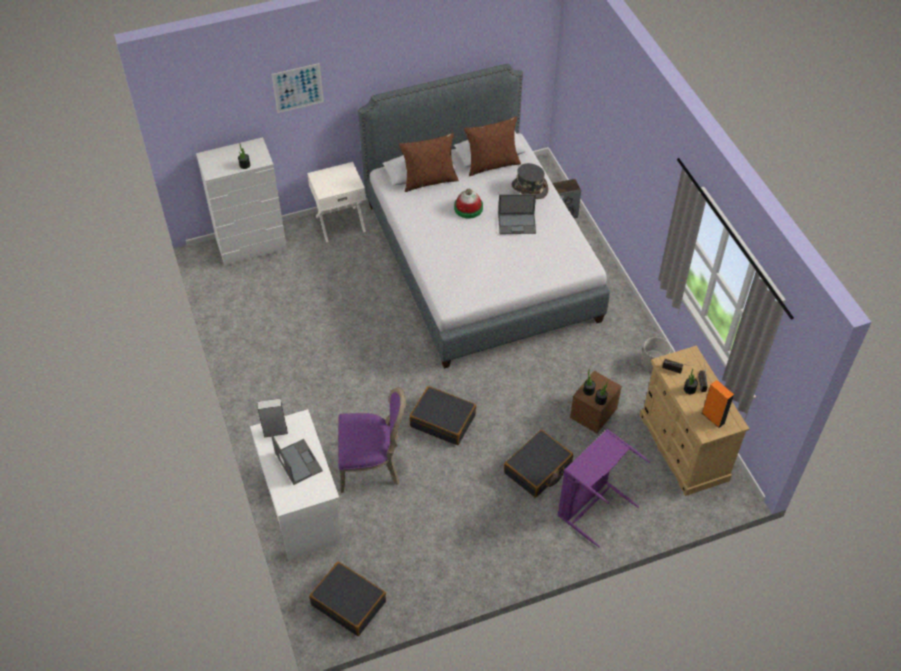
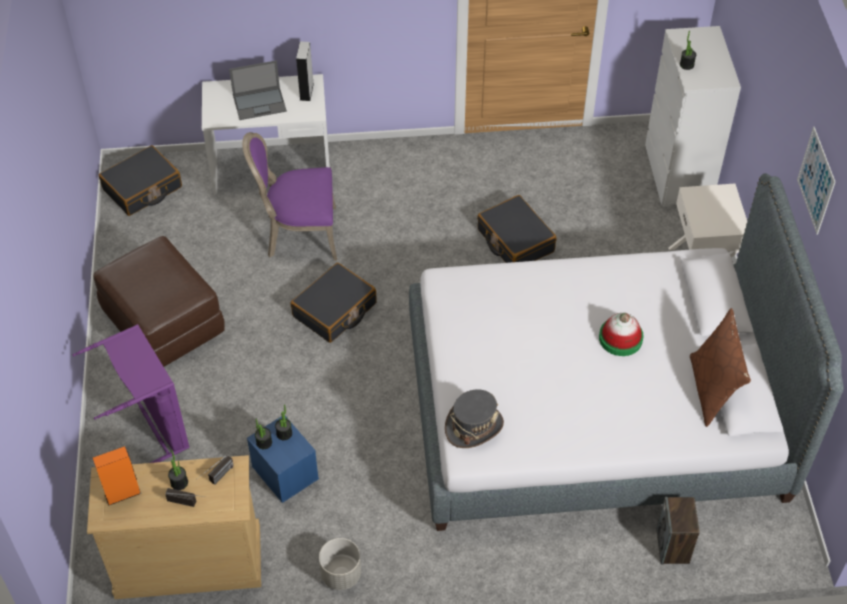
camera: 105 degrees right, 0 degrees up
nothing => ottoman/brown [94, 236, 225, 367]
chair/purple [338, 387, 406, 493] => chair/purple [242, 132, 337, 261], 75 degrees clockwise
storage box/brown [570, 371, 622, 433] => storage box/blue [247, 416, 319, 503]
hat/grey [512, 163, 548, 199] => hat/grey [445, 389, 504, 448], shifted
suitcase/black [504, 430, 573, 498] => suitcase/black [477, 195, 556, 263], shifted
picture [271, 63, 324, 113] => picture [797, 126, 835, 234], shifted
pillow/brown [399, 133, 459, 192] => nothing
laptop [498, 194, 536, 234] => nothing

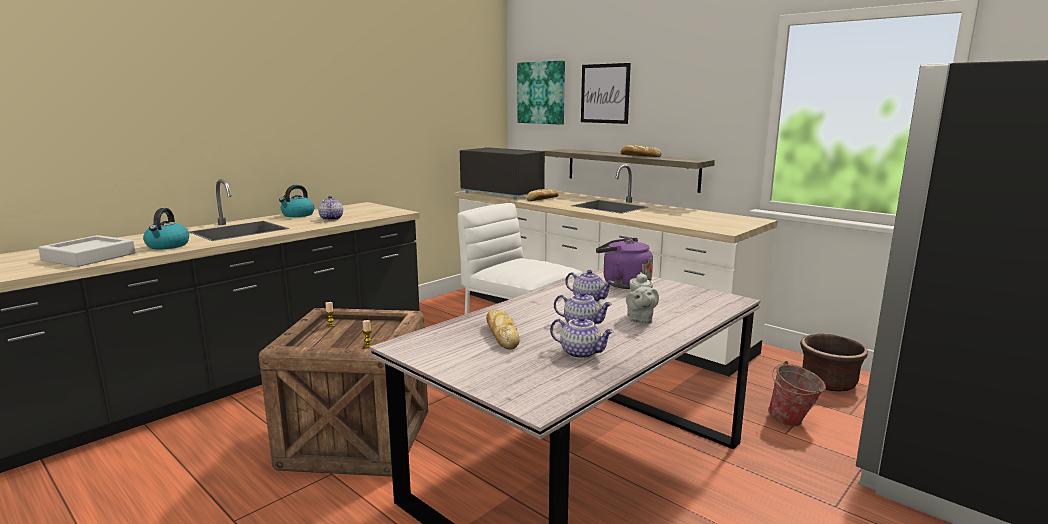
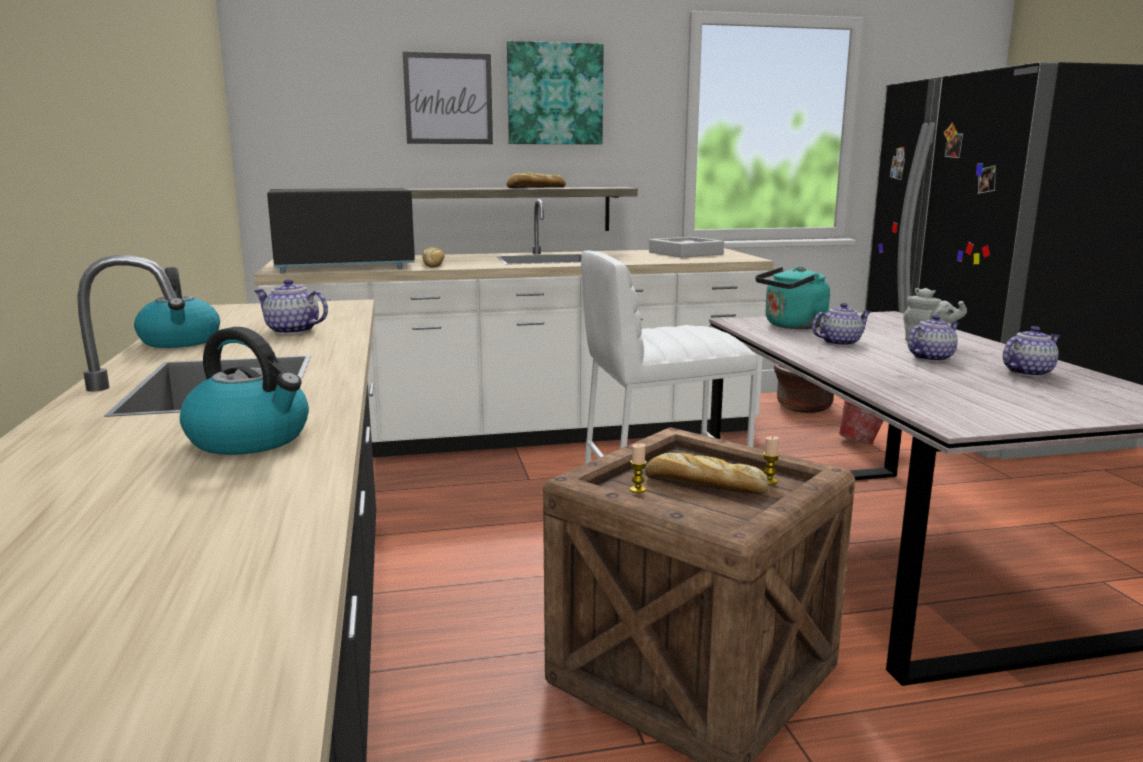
camera: 55 degrees left, 0 degrees up
picture [517, 60, 565, 125] => picture [507, 41, 604, 145], shifted
bread [486, 310, 520, 350] => bread [645, 453, 769, 494], shifted
tray/grey [38, 235, 136, 267] => tray/grey [649, 237, 724, 257], shifted
kettle/purple [596, 238, 653, 289] => kettle/turquoise [755, 266, 830, 329]

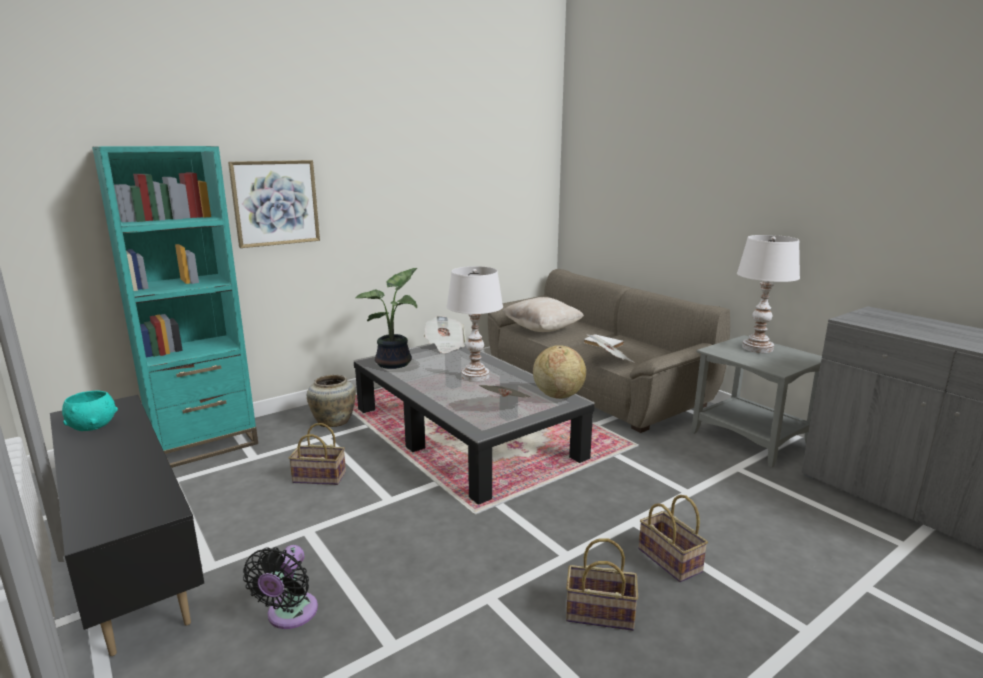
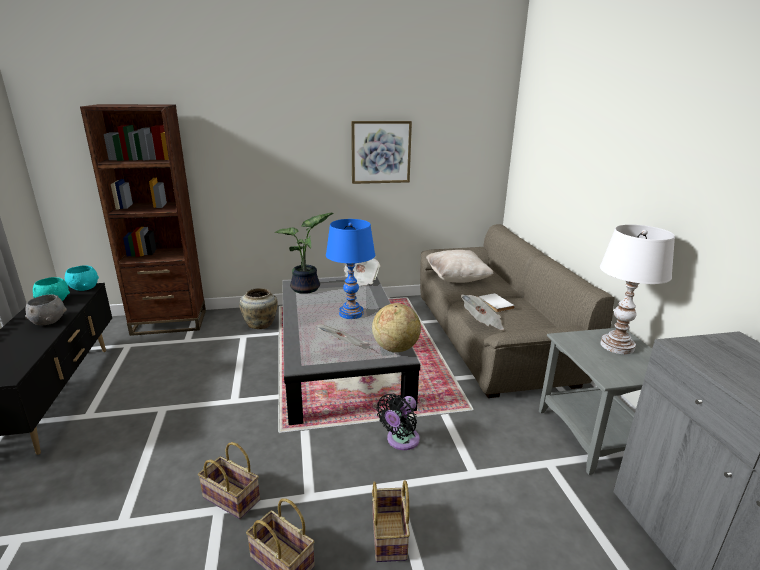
camera: 25 degrees right, 5 degrees up
nothing => bowl/grey [25, 295, 67, 325]
nothing => bowl/turquoise [65, 265, 99, 291]
bookcase/turquoise [92, 146, 258, 468] => bookcase/brown [80, 104, 206, 336]
basket [289, 423, 346, 485] => basket [198, 442, 260, 519], shifted
table lamp/white [446, 266, 503, 382] => table lamp/blue [326, 219, 375, 319]
picture [228, 160, 320, 248] => picture [351, 121, 412, 184], shifted
fan/black [243, 545, 318, 629] => fan/black [376, 394, 420, 450], shifted

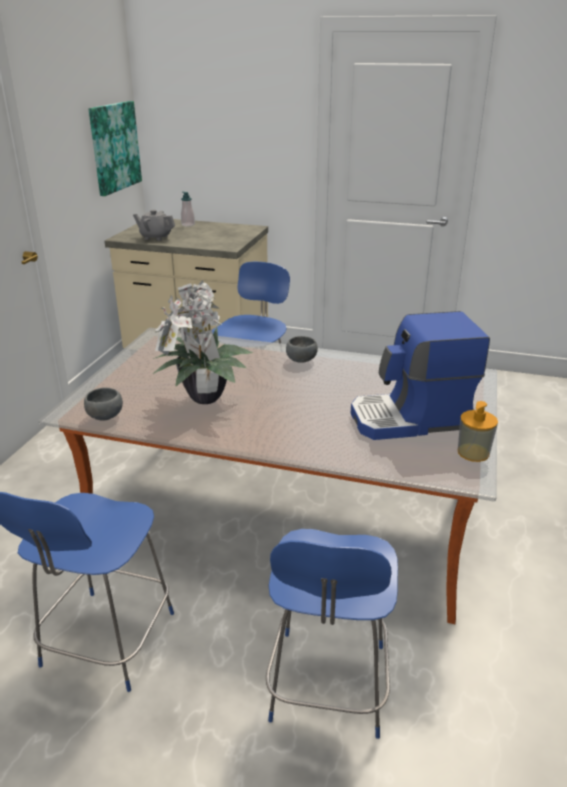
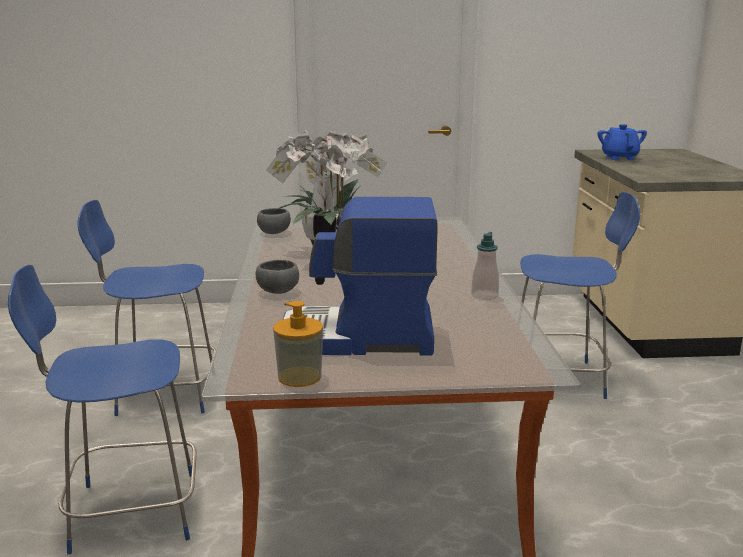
camera: 70 degrees right, 10 degrees down
bowl/grey [286, 336, 318, 363] => bowl/grey [256, 260, 299, 294], shifted
coffee machine [351, 311, 490, 440] => coffee machine [283, 197, 438, 356], 60 degrees counterclockwise
soap dispenser [181, 192, 195, 227] => soap dispenser [471, 232, 499, 300], shifted
teapot/grey [133, 210, 175, 241] => teapot/blue [598, 124, 647, 160]
picture [89, 101, 142, 196] => nothing

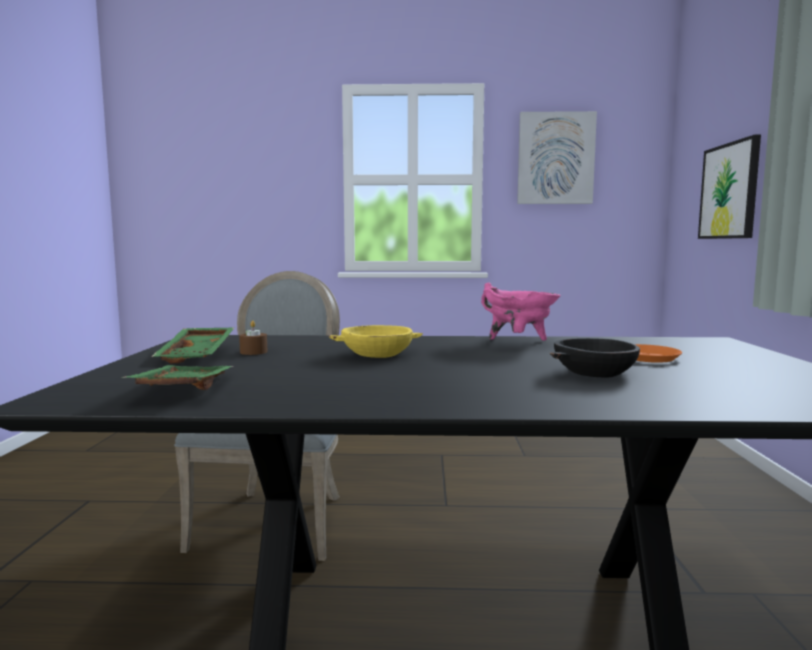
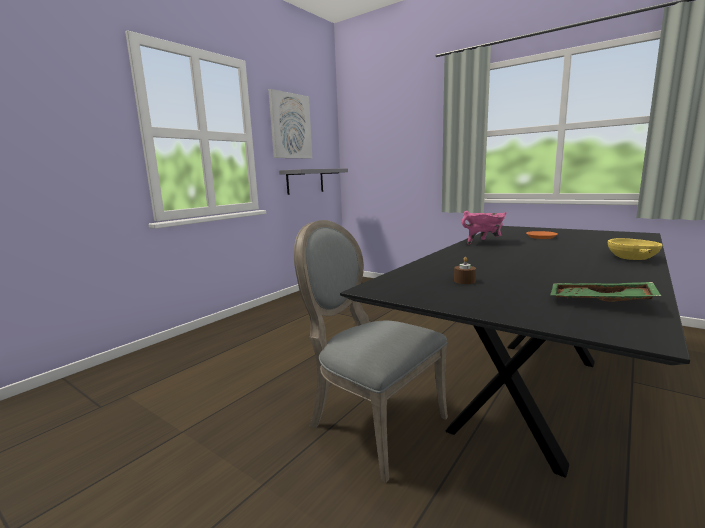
camera: 55 degrees left, 5 degrees up
nothing => shelf/grey [279, 168, 348, 195]
bowl/yellow [328, 325, 423, 358] => bowl/yellow [608, 238, 663, 260], shifted
tray/green [151, 327, 235, 363] => nothing
bowl/black [550, 338, 640, 378] => nothing
picture [698, 135, 761, 239] => nothing

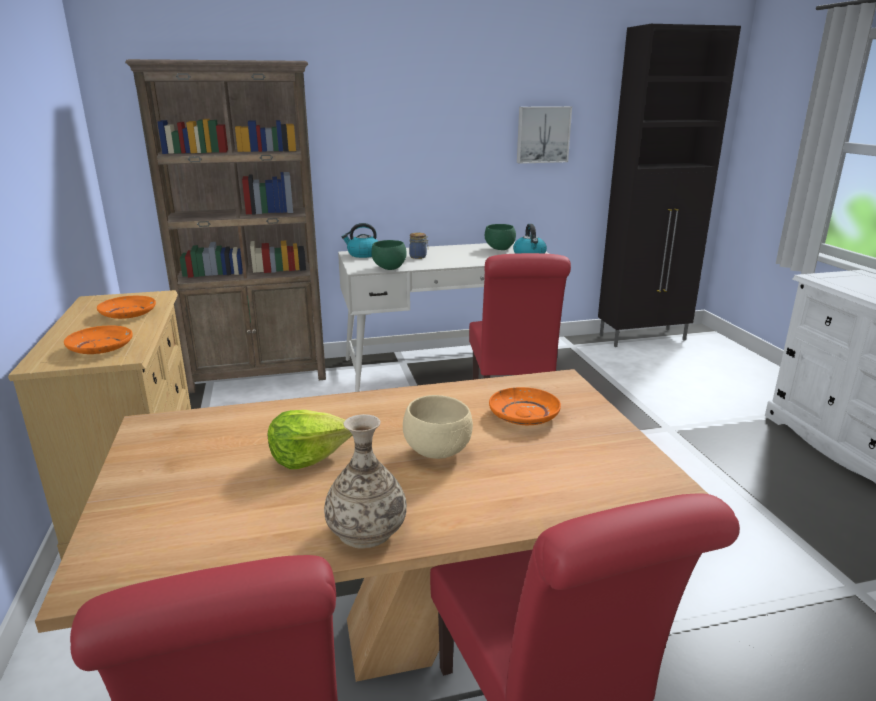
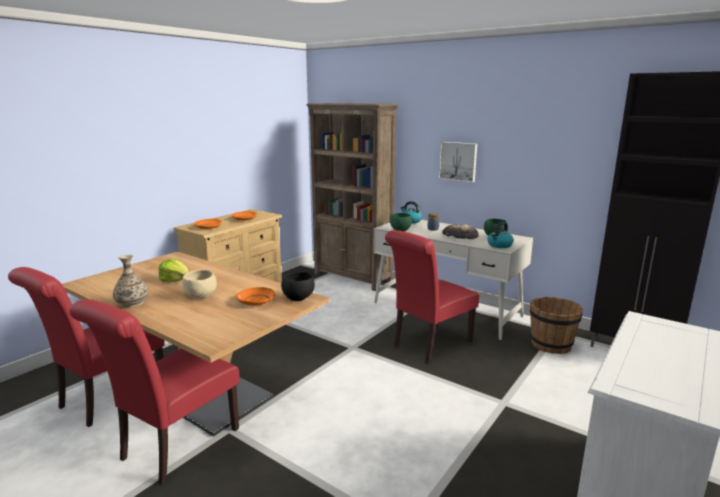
camera: 50 degrees right, 5 degrees down
nothing => bowl/black [281, 272, 315, 301]
picture [517, 106, 572, 164] => picture [439, 142, 477, 183], shifted
nothing => bread [442, 224, 479, 239]
nothing => bucket/brown [530, 297, 583, 354]

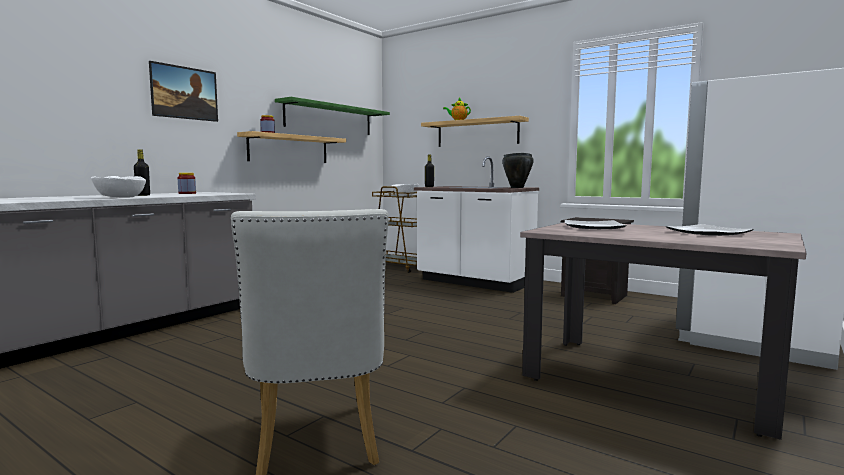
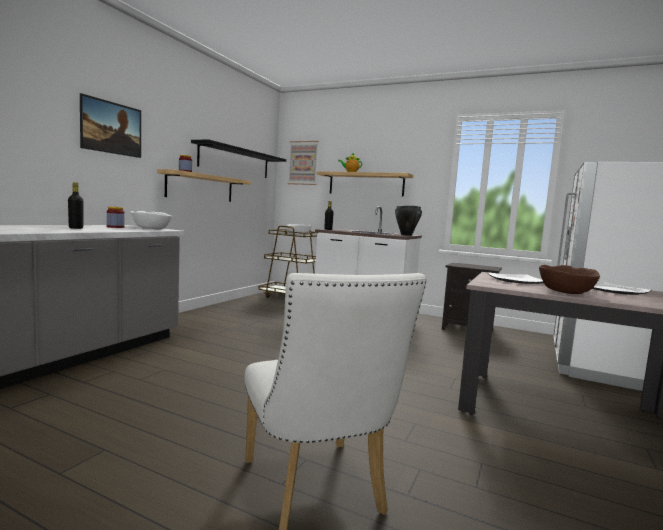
camera: 10 degrees left, 0 degrees up
bowl/white [91, 176, 146, 198] => bowl/white [131, 211, 172, 229], shifted
shelf/green [275, 97, 390, 135] => shelf/black [191, 139, 286, 178]
nothing => picture [288, 141, 319, 185]
nothing => bowl/brown [539, 265, 600, 294]

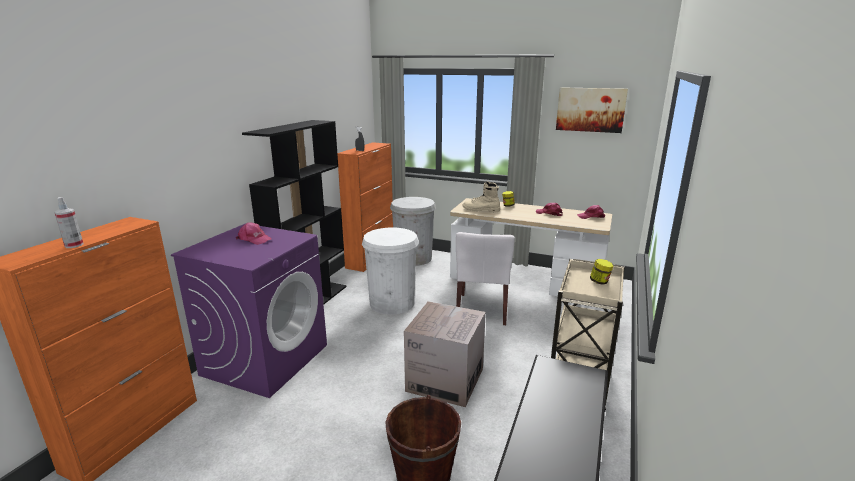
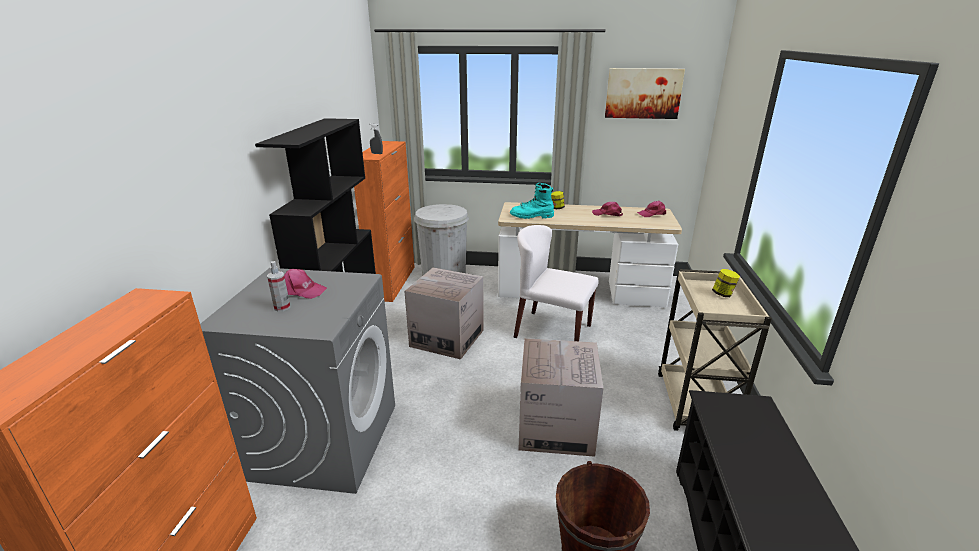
camera: 15 degrees left, 5 degrees up
washing machine/purple [171, 224, 327, 398] => washing machine/grey [200, 268, 395, 494]
spray bottle [54, 197, 83, 248] => spray bottle [267, 261, 290, 312], shifted
trash can/white [362, 228, 419, 314] => cardboard box [404, 268, 484, 360]
boot/beige [462, 181, 500, 213] => boot/turquoise [510, 182, 554, 219]
chair/white [456, 232, 515, 325] => chair/white [514, 225, 598, 341], 120 degrees clockwise

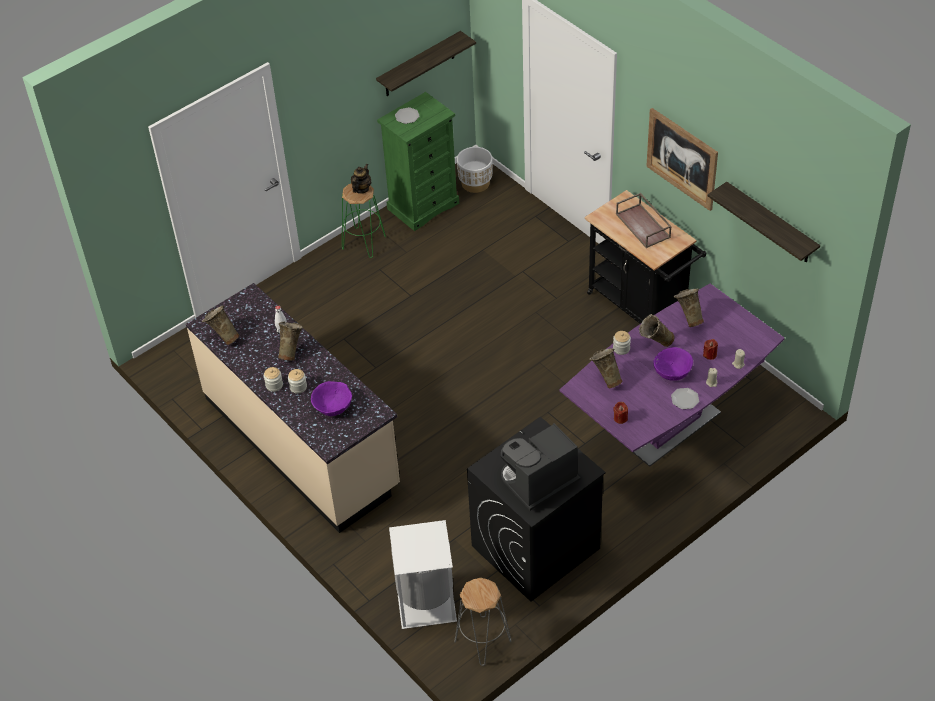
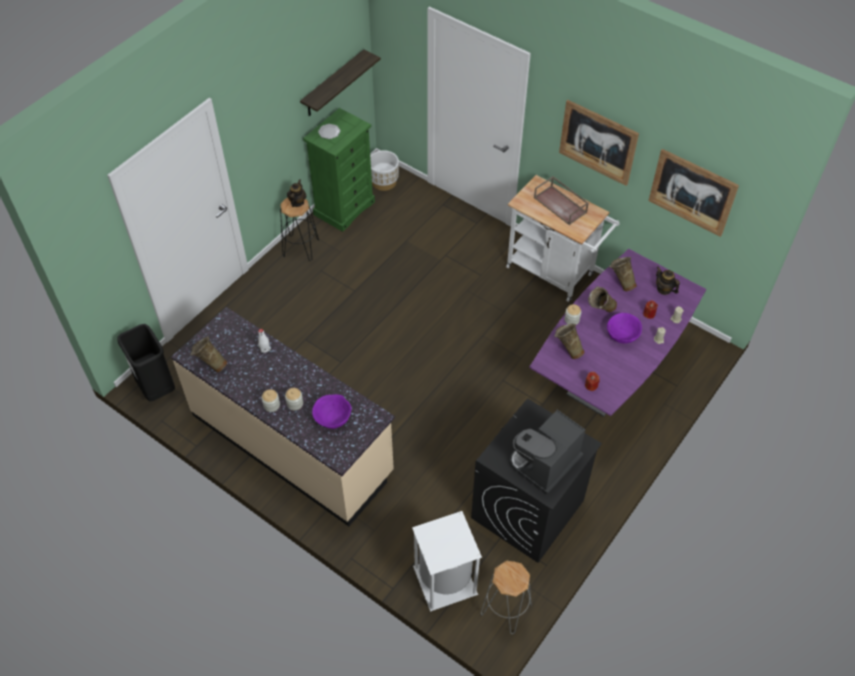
camera: 15 degrees left, 5 degrees up
nothing => trash can/black [118, 324, 175, 401]
stool/green [342, 184, 386, 258] => stool/black [280, 197, 319, 261]
cart/black [585, 190, 706, 324] => cart/white [506, 175, 620, 302]
shelf [708, 182, 820, 263] => picture [648, 149, 739, 237]
nothing => teapot [656, 266, 680, 295]
vase/beige [278, 321, 303, 361] => nothing
plate [671, 388, 699, 409] => nothing

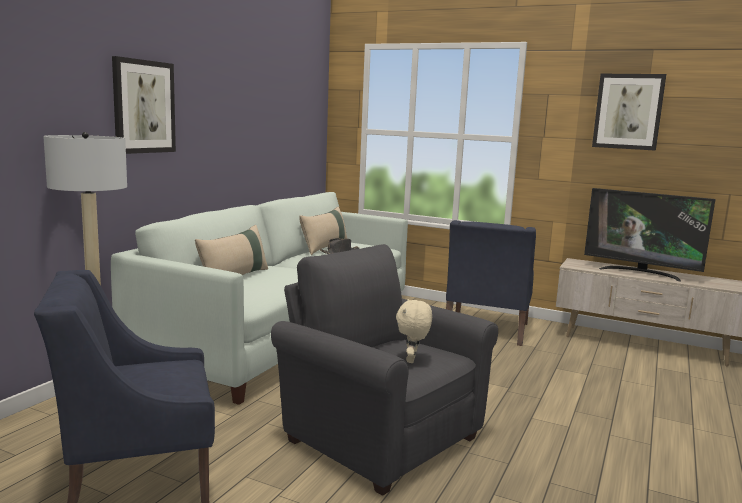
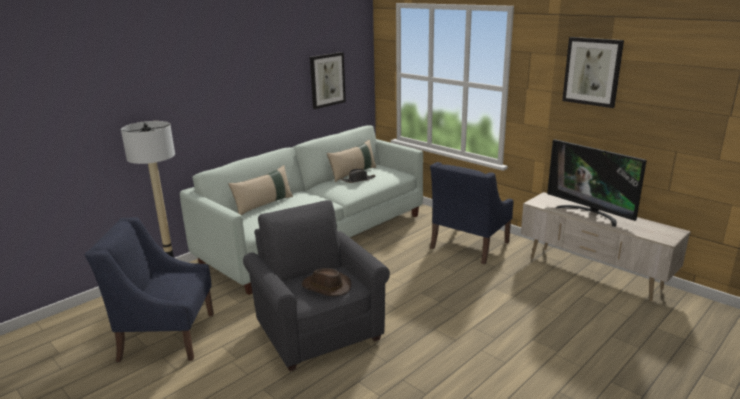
camera: 20 degrees right, 10 degrees up
plush toy/beige [396, 299, 432, 363] => hat/brown [301, 268, 351, 296]
picture [112, 56, 176, 154] => picture [310, 52, 346, 109], shifted

